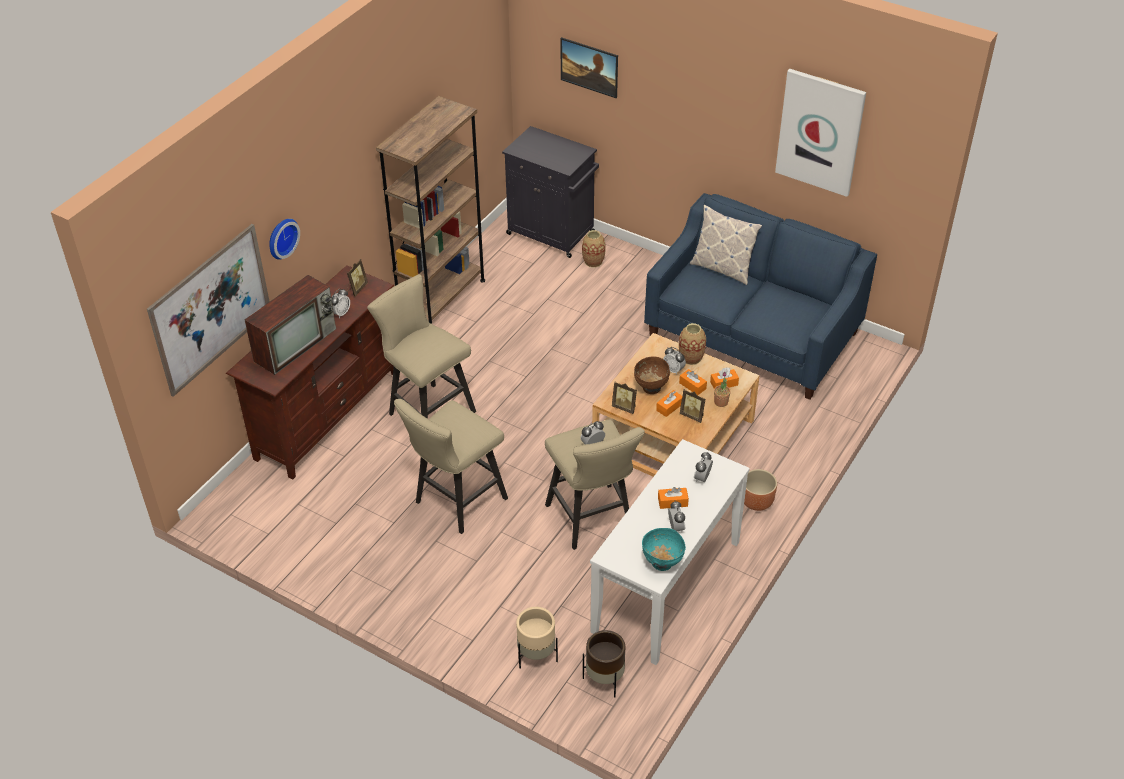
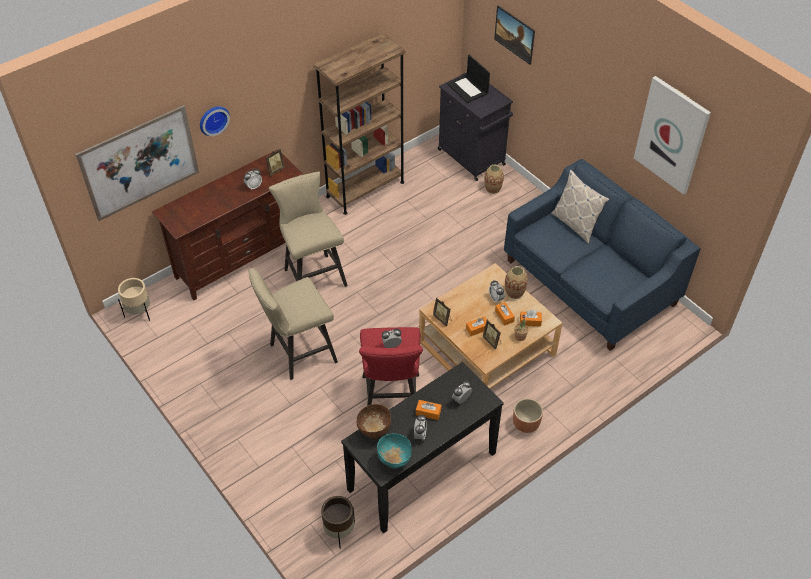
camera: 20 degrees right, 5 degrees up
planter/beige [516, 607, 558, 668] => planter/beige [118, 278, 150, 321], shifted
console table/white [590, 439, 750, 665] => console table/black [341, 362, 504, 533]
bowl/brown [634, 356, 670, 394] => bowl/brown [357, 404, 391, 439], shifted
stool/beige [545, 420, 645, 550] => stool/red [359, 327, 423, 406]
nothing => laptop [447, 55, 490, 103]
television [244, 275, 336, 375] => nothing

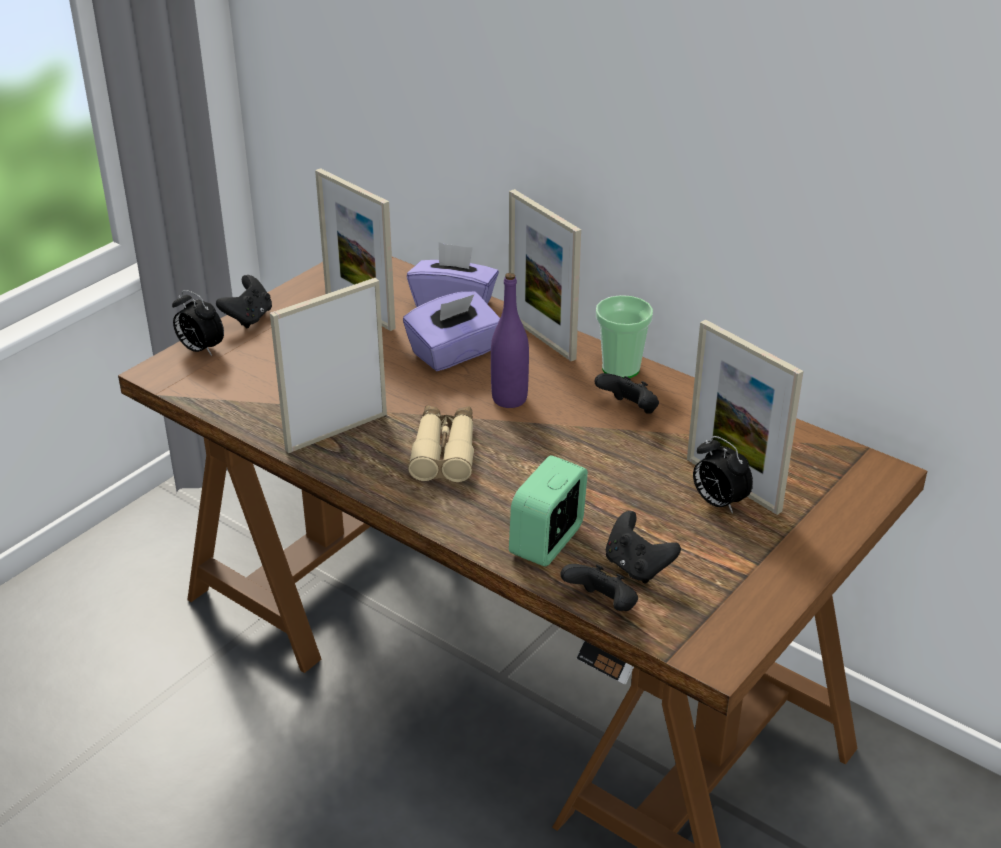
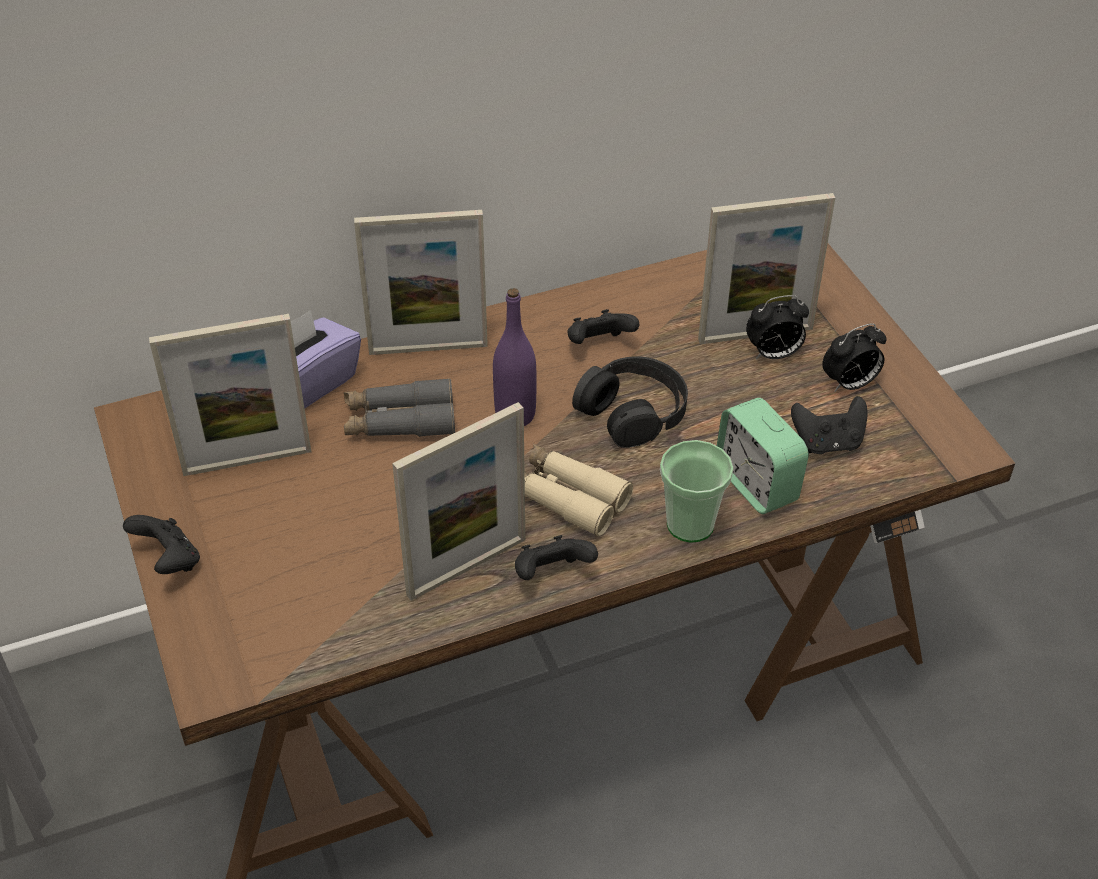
camera: 60 degrees left, 10 degrees up
tissue box/purple [403, 291, 500, 371] => binoculars/grey [344, 378, 455, 437]
picture frame [270, 278, 387, 453] => picture frame [392, 402, 525, 601], 120 degrees counterclockwise
game controller/black [561, 564, 638, 611] => game controller/black [515, 535, 598, 580], shifted
nothing => headphones/black [572, 356, 688, 448]
cup [596, 295, 653, 378] => cup [660, 440, 734, 543], shifted
alarm clock [172, 290, 224, 356] => alarm clock [822, 323, 887, 392], shifted

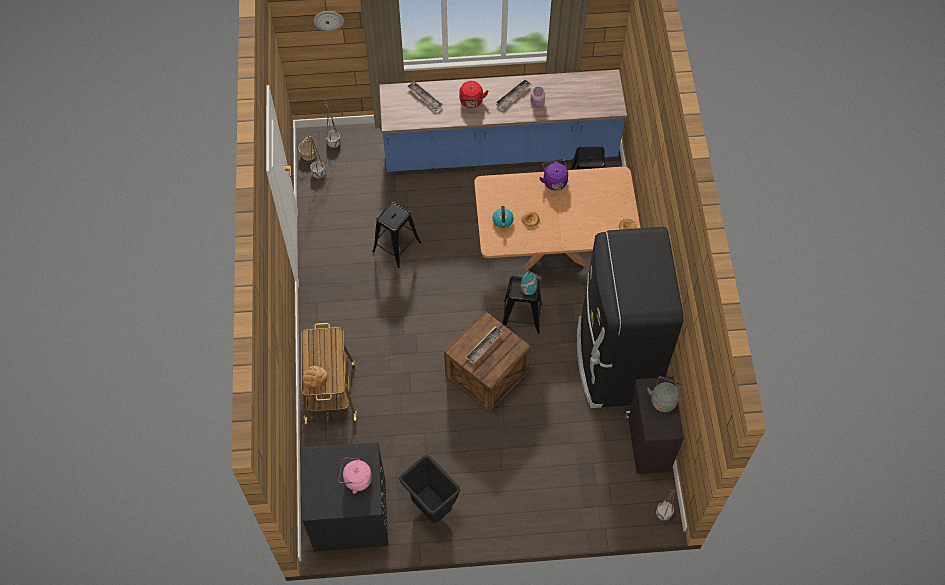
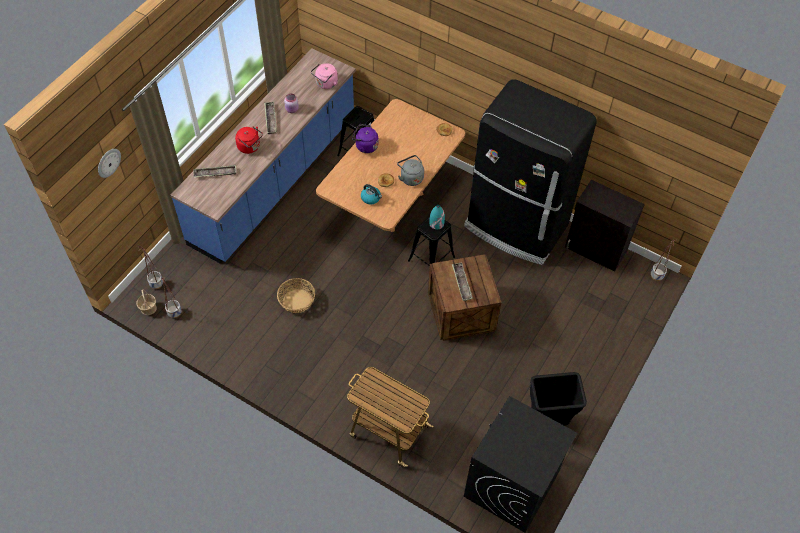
camera: 55 degrees left, 5 degrees down
stool/black [372, 202, 421, 268] => basket [277, 278, 315, 313]
kettle/pink [339, 457, 372, 494] => kettle/pink [311, 63, 338, 89], shifted
kettle/grey [647, 376, 683, 412] => kettle/grey [397, 155, 424, 186], shifted
bread [303, 365, 328, 389] => nothing

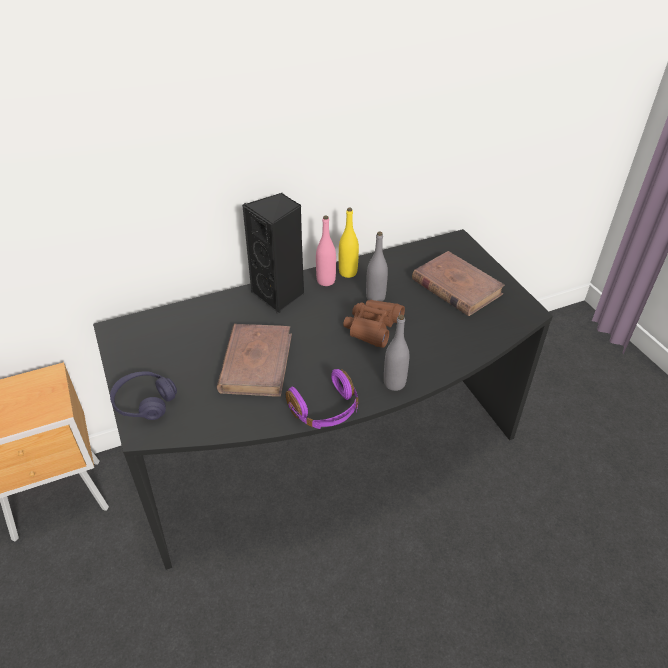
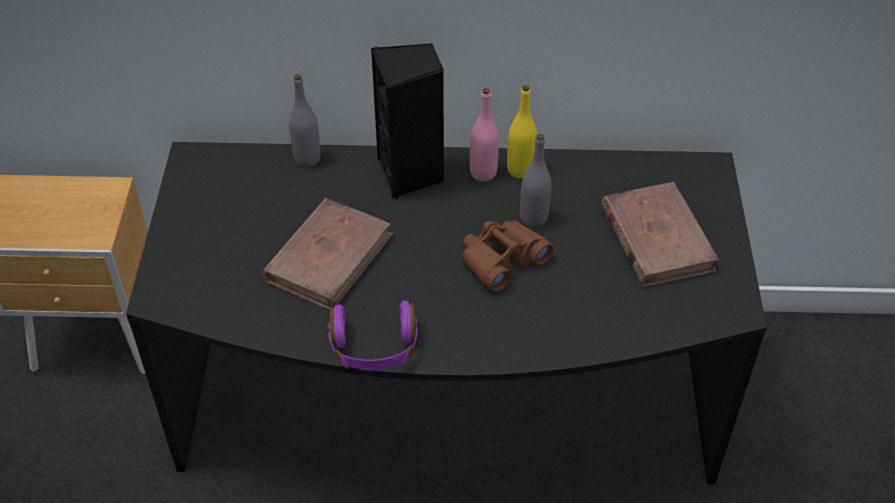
camera: 25 degrees right, 5 degrees up
bottle/grey [384, 315, 410, 391] => bottle/grey [289, 74, 320, 167], shifted
headphones/purple [110, 372, 177, 420] => nothing

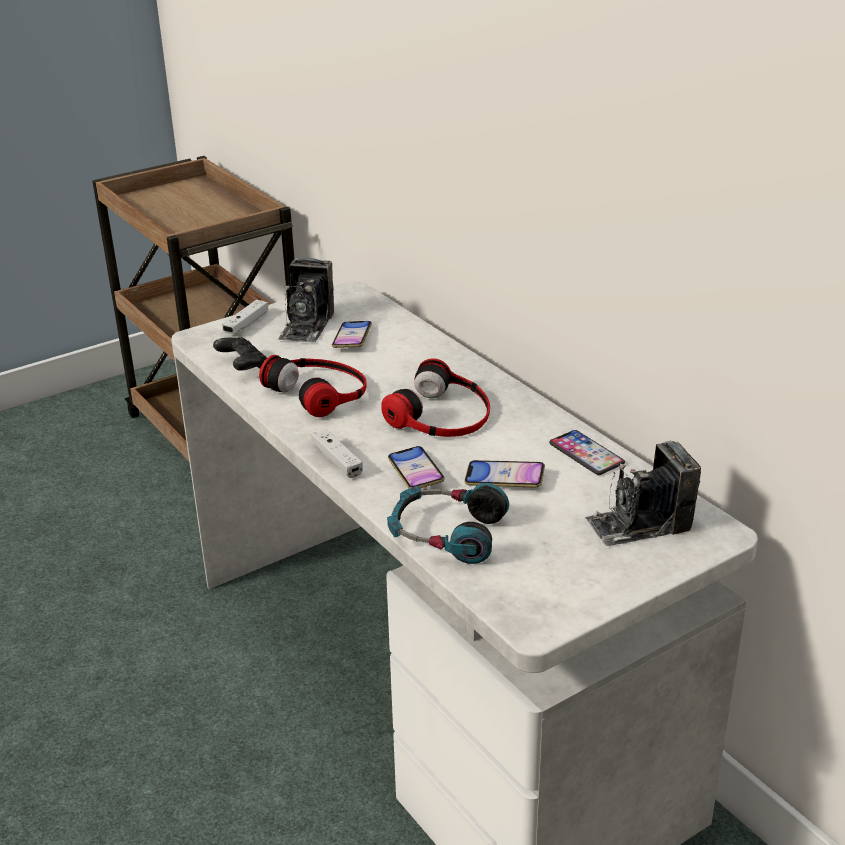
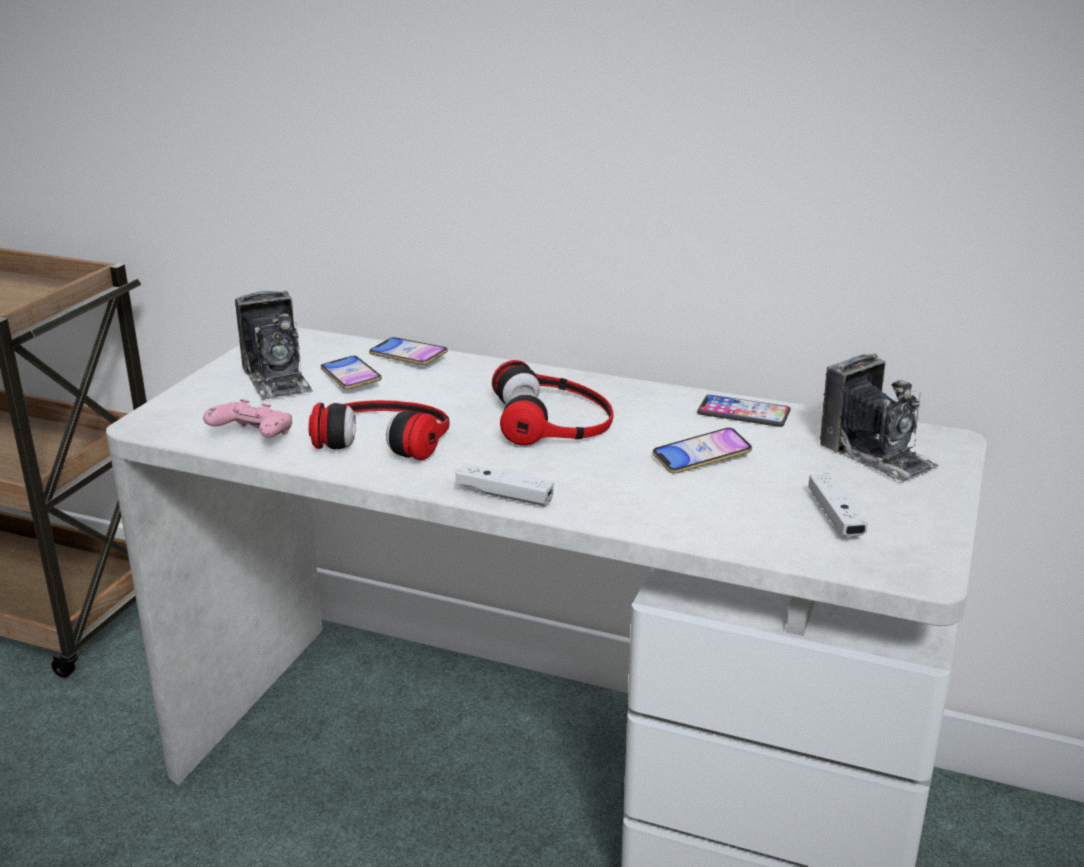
camera: 35 degrees left, 5 degrees down
game controller/black [213, 337, 267, 371] => game controller/pink [203, 399, 292, 438]
phone [388, 446, 445, 489] => phone [369, 337, 448, 365], shifted
game controller/white [222, 300, 268, 334] => game controller/white [809, 473, 868, 537], shifted
photo camera [585, 441, 701, 546] => photo camera [820, 353, 940, 483], 75 degrees counterclockwise
headphones [387, 483, 509, 564] => nothing

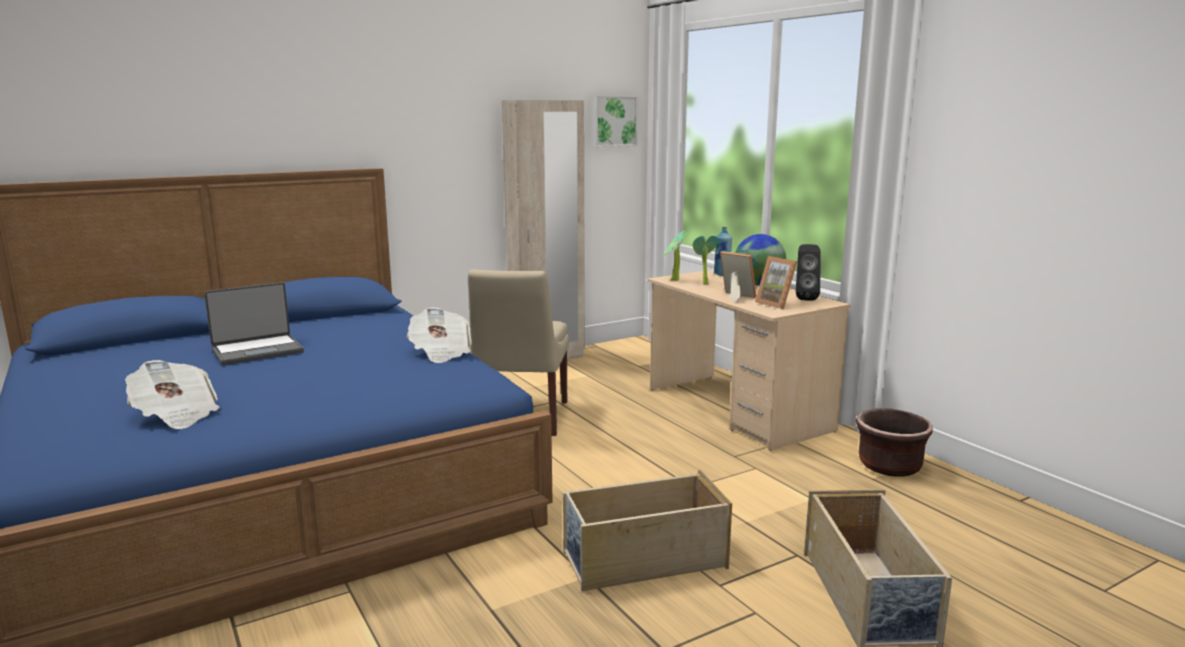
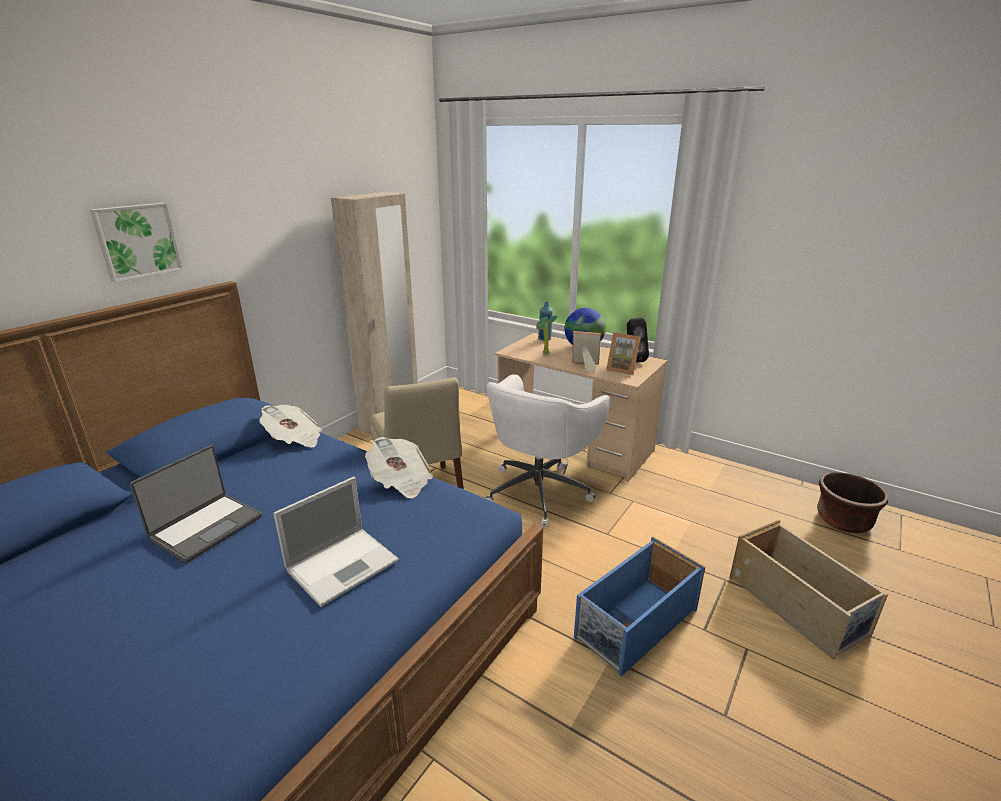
camera: 25 degrees left, 10 degrees up
picture [593, 96, 638, 147] => picture [90, 203, 183, 282], shifted
newspaper [125, 360, 220, 429] => newspaper [259, 405, 322, 448], shifted
nothing => laptop [273, 477, 399, 607]
nothing => office chair/white [485, 375, 611, 527]
storage box/beige [563, 470, 732, 591] => storage box/blue [574, 536, 705, 676]
planter/brown [856, 408, 932, 477] => planter/brown [817, 472, 888, 533], shifted
potted plant [664, 230, 687, 281] => nothing

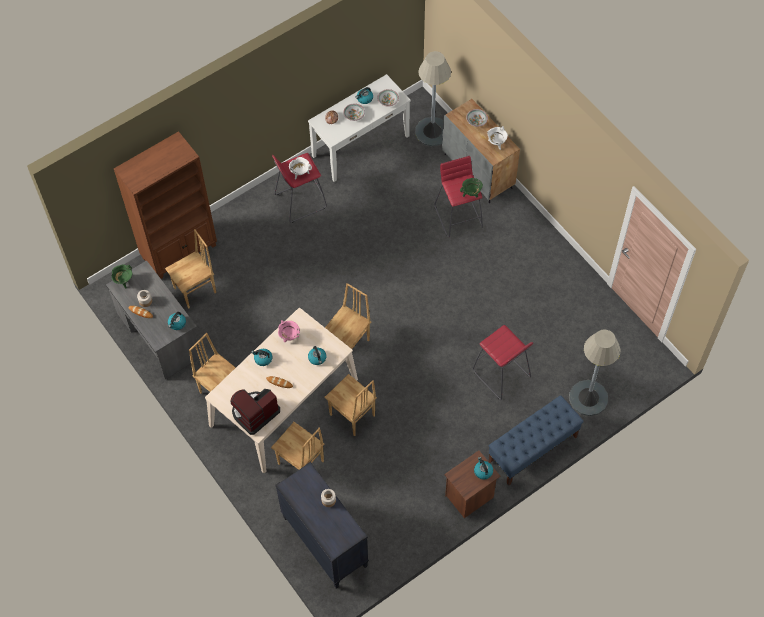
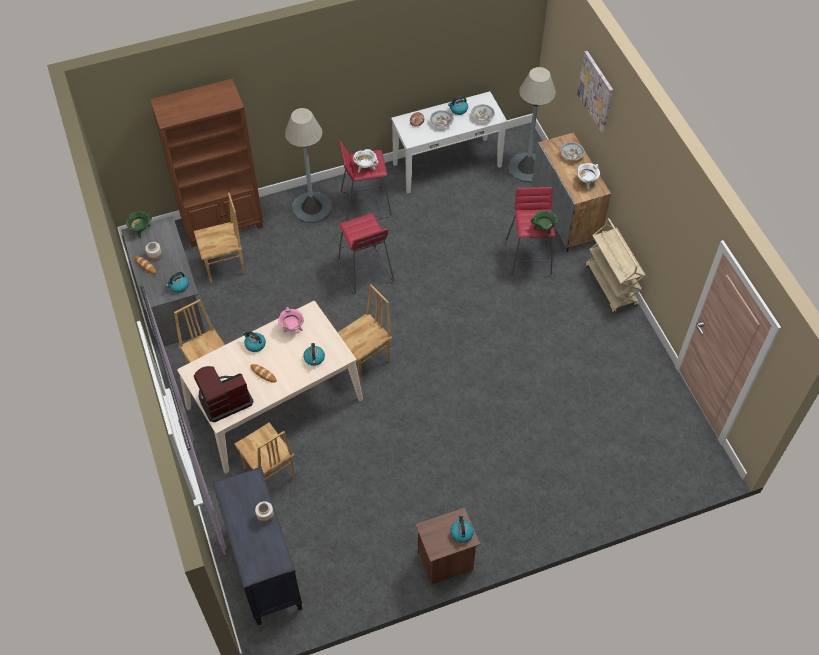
camera: 15 degrees right, 5 degrees down
floor lamp/grey [569, 329, 621, 416] => floor lamp/grey [285, 108, 332, 223], shifted
stool/red [473, 325, 533, 400] => stool/red [338, 213, 394, 294], shifted
nothing => picture [577, 51, 613, 133]
nothing => cart/beige [585, 218, 646, 313]
chair/brown [325, 374, 377, 436] => nothing
bench/blue [488, 395, 584, 486] => nothing

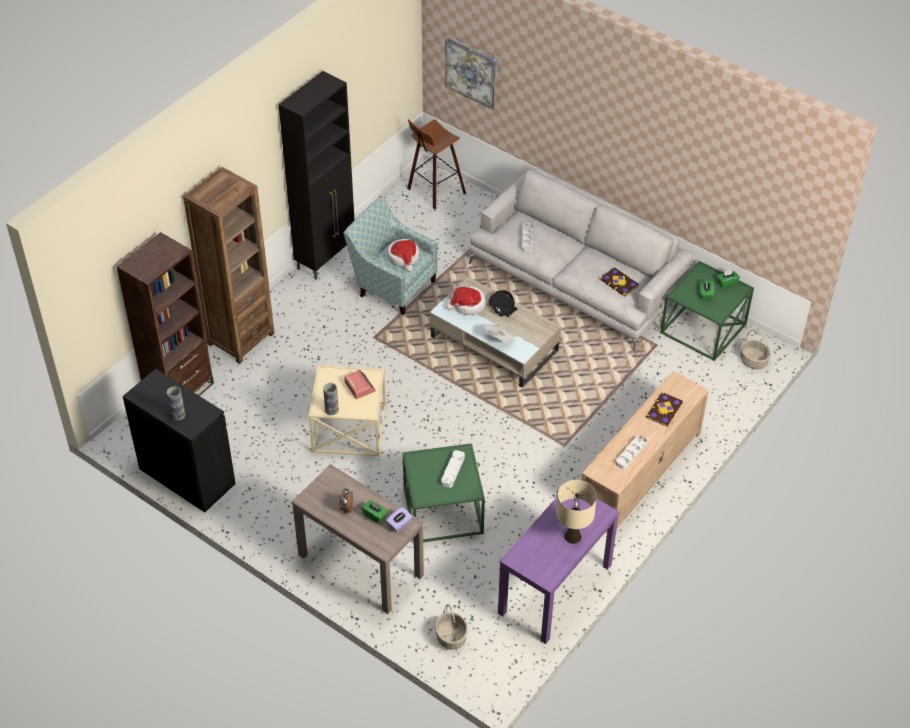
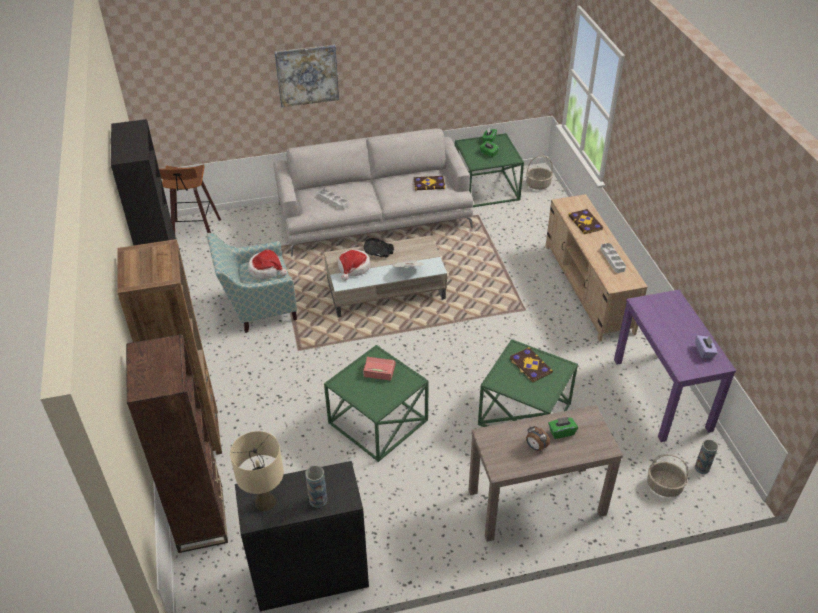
camera: 50 degrees left, 5 degrees down
table lamp/beige [556, 480, 597, 544] => table lamp/beige [230, 431, 284, 511], shifted
picture [445, 36, 497, 110] => picture [275, 45, 339, 107], shifted
side table/beige [309, 365, 386, 456] => side table/green [324, 345, 429, 462]
tray/grey [441, 450, 465, 488] => book [509, 347, 553, 382]
tissue box/purple [386, 507, 412, 532] => tissue box/purple [695, 335, 718, 359], shifted
vase [323, 383, 339, 415] => vase [695, 440, 718, 474], shifted

